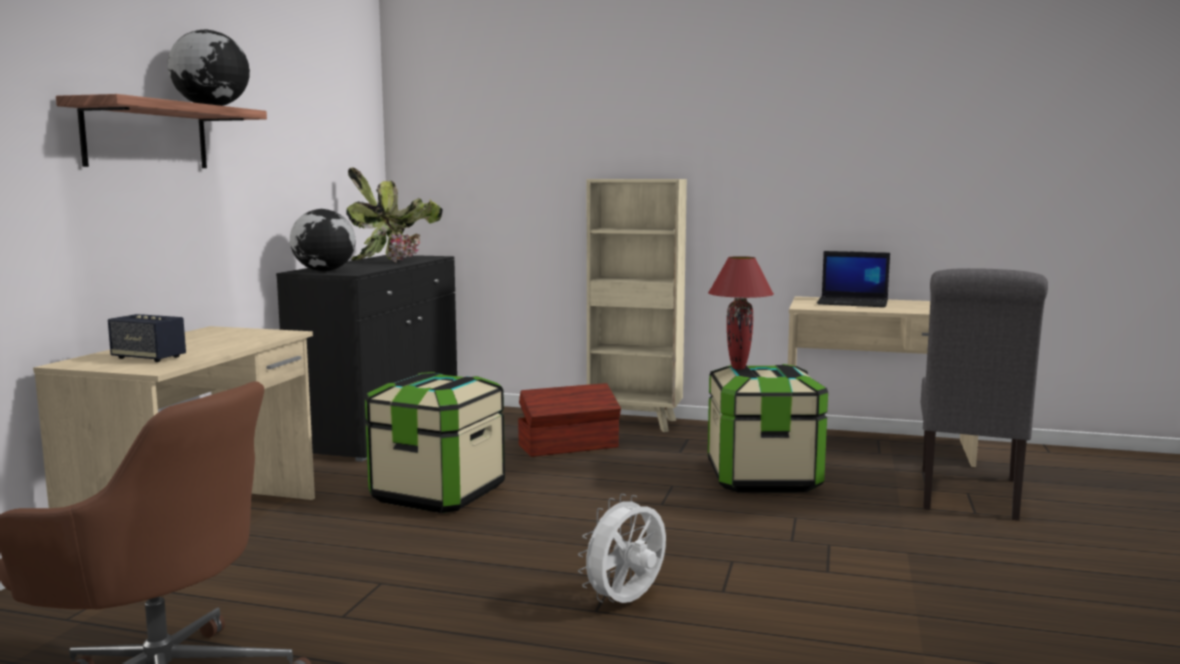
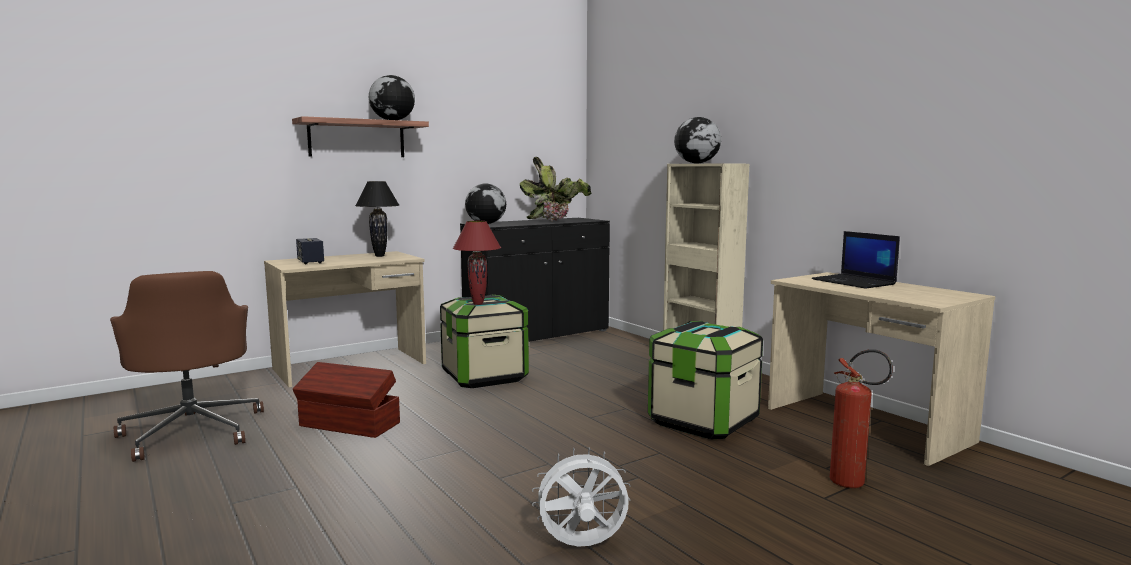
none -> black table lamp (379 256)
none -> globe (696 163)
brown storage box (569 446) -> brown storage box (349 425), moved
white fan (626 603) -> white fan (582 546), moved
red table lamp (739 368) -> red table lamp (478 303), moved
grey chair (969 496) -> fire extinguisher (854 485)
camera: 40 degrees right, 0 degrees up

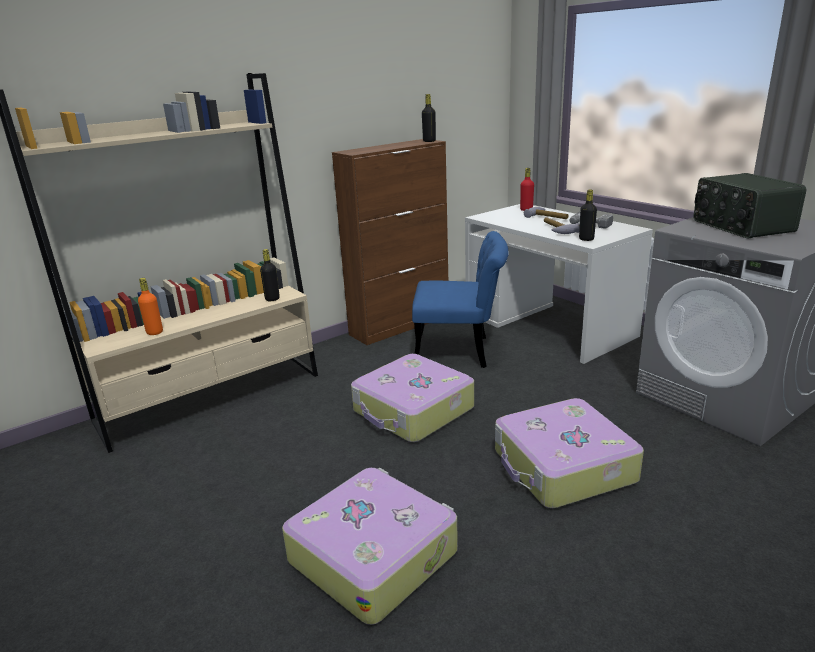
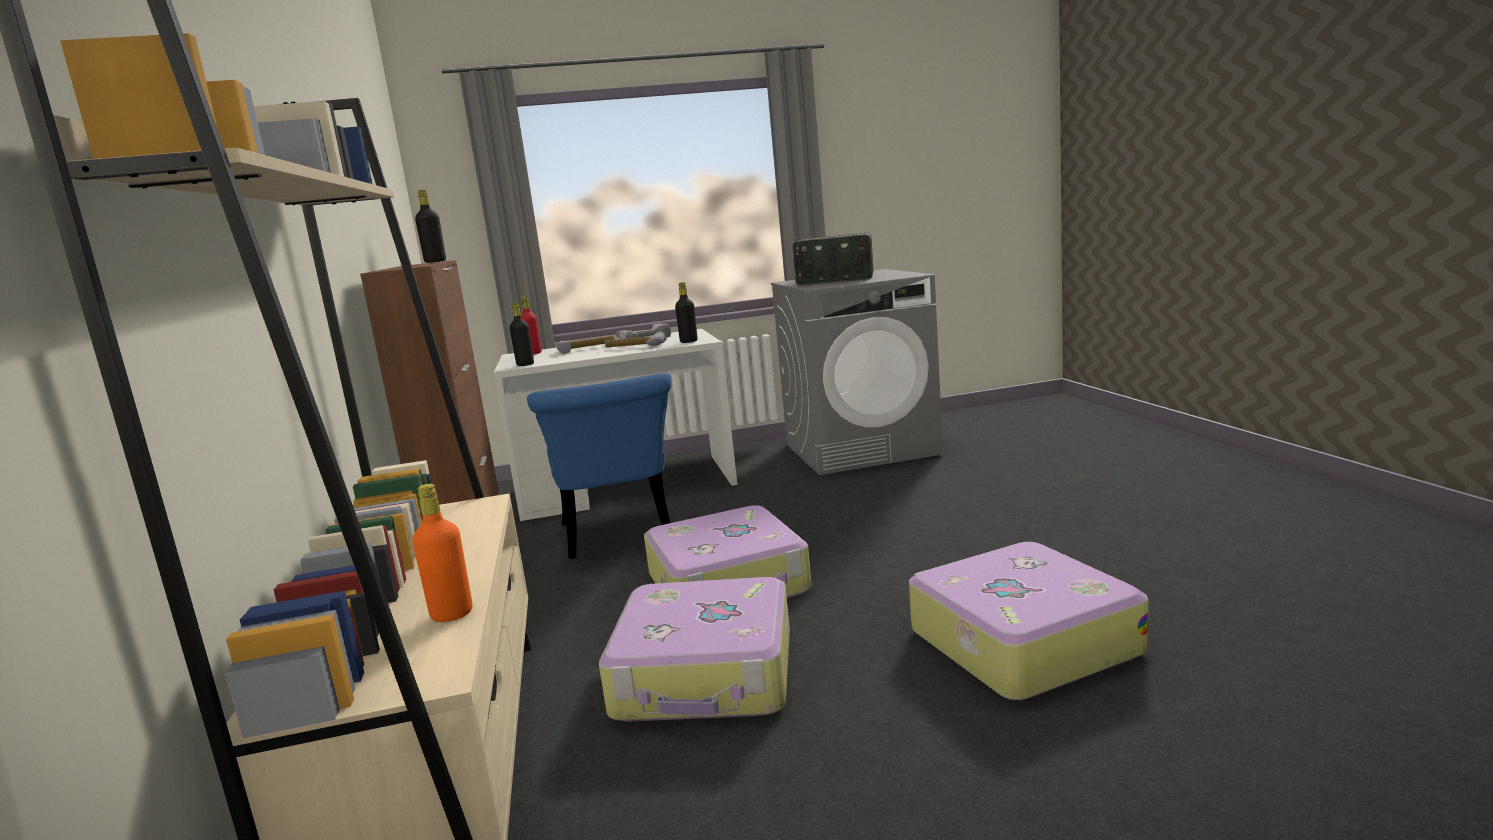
black bottle (272 299) -> black bottle (525 364), moved
suitcase (563 467) -> suitcase (706 674), moved
blue chair (461 352) -> blue chair (619 537), 135 degrees clockwise
camera: 65 degrees left, 10 degrees down

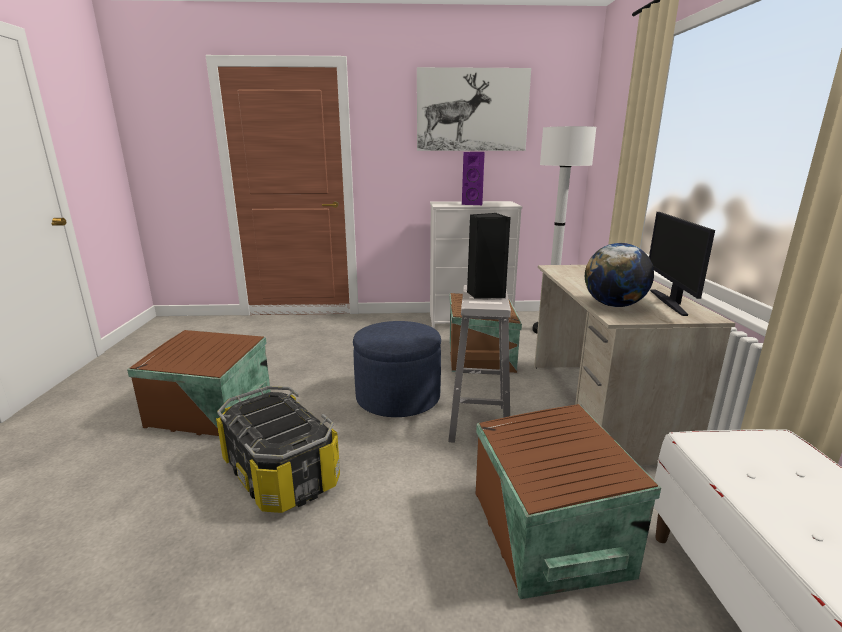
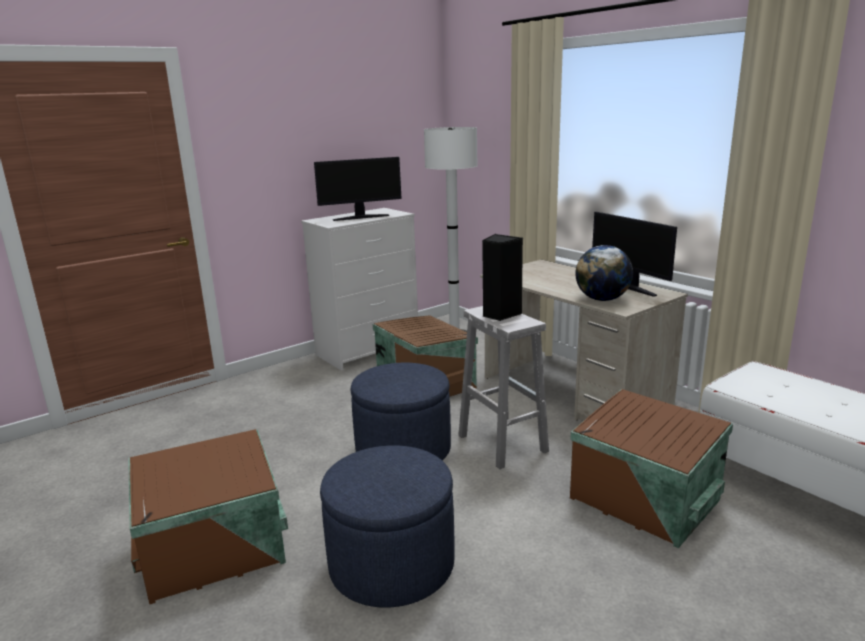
picture (472 110) -> none
storage box (280 473) -> blue ottoman (392 564)
purple speaker (473 204) -> monitor (360 217)
camera: 35 degrees left, 0 degrees up

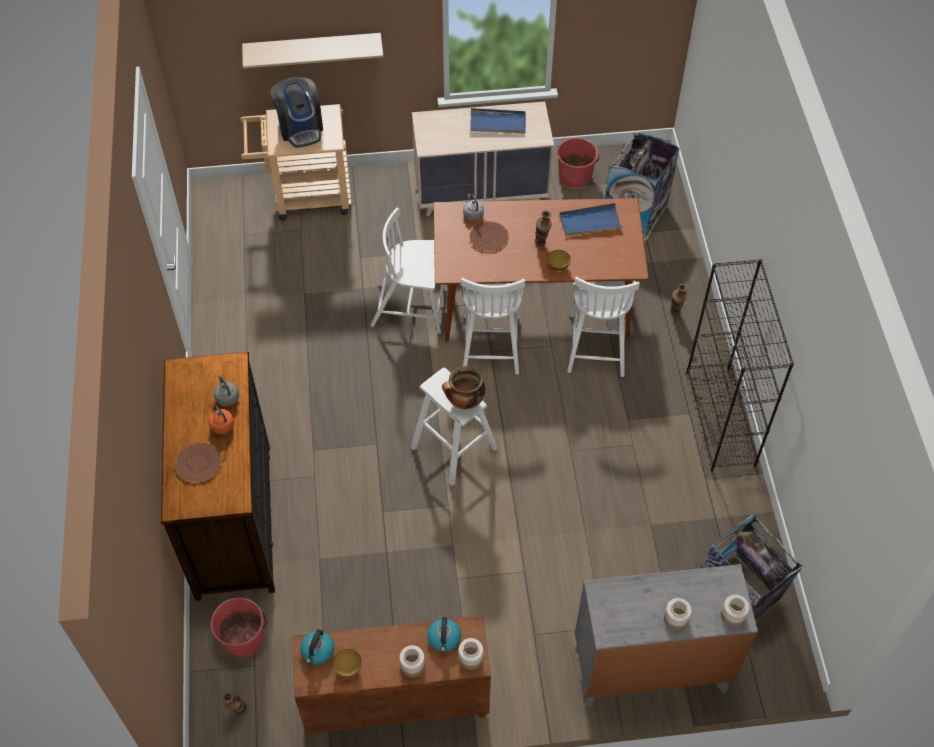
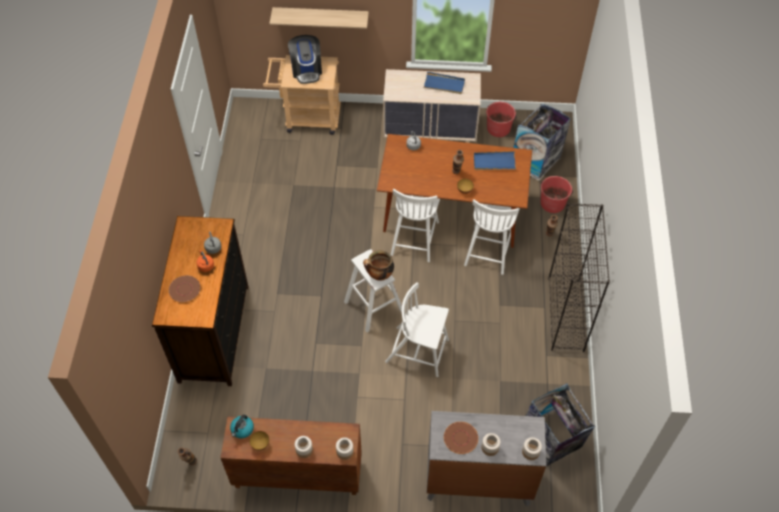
kettle (444 639) -> none
red bucket (243 637) -> red bucket (552 203), moved
white chair (411 308) -> white chair (418 351), moved
brown plate (488 237) -> brown plate (460 438), moved
camera: 10 degrees right, 0 degrees up

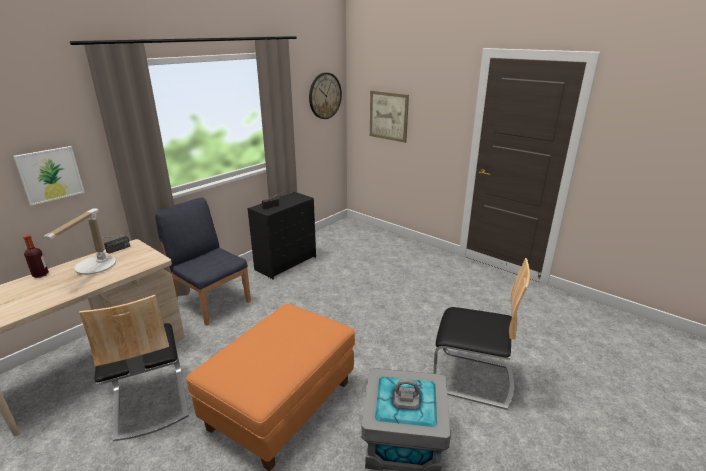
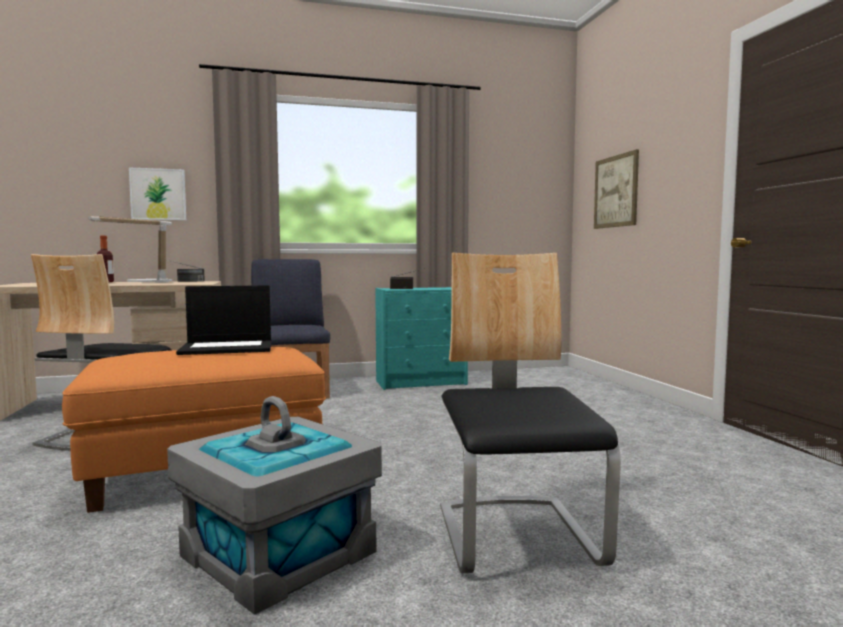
wall clock (325 96) -> none
none -> laptop (228 348)
black dresser (286 263) -> turquoise dresser (422 382)
chair (473 378) -> chair (518 536), 150 degrees counterclockwise
camera: 35 degrees right, 20 degrees down

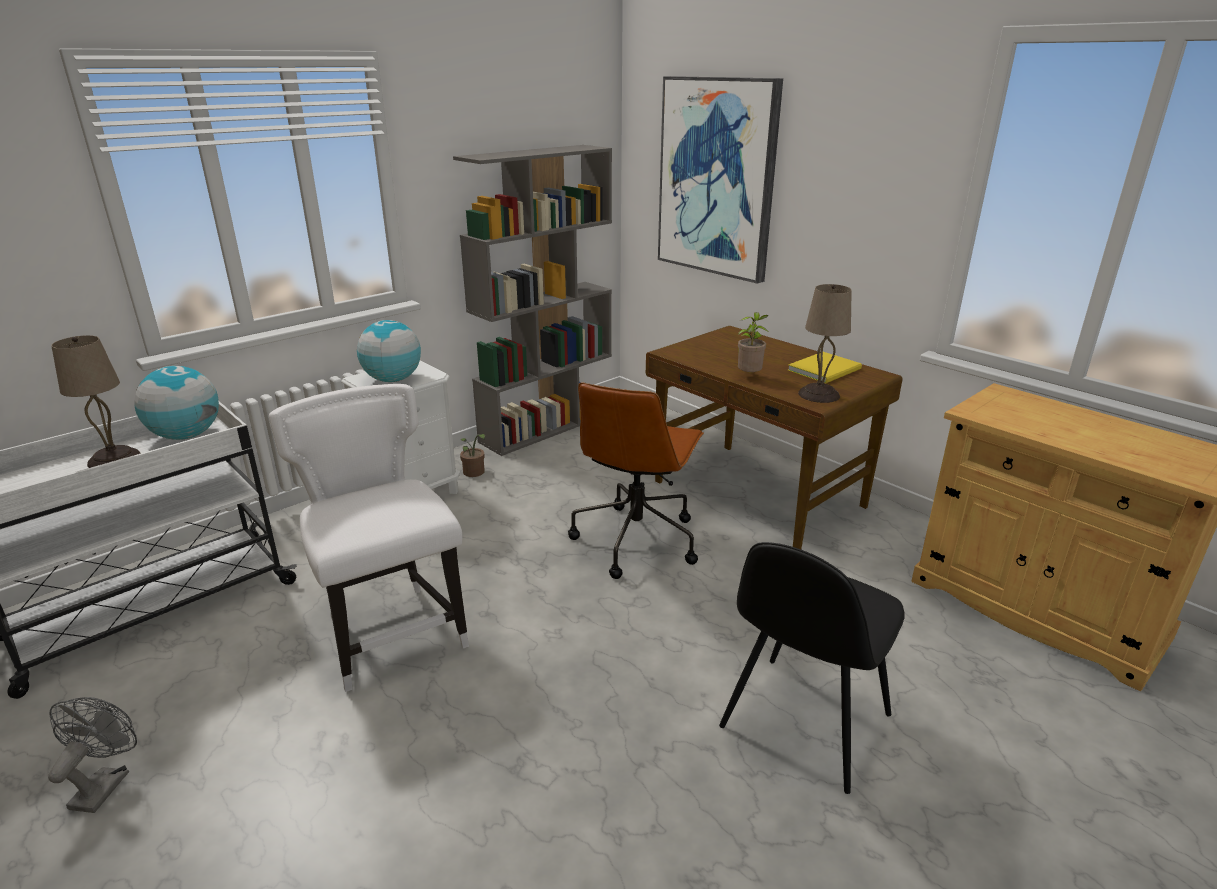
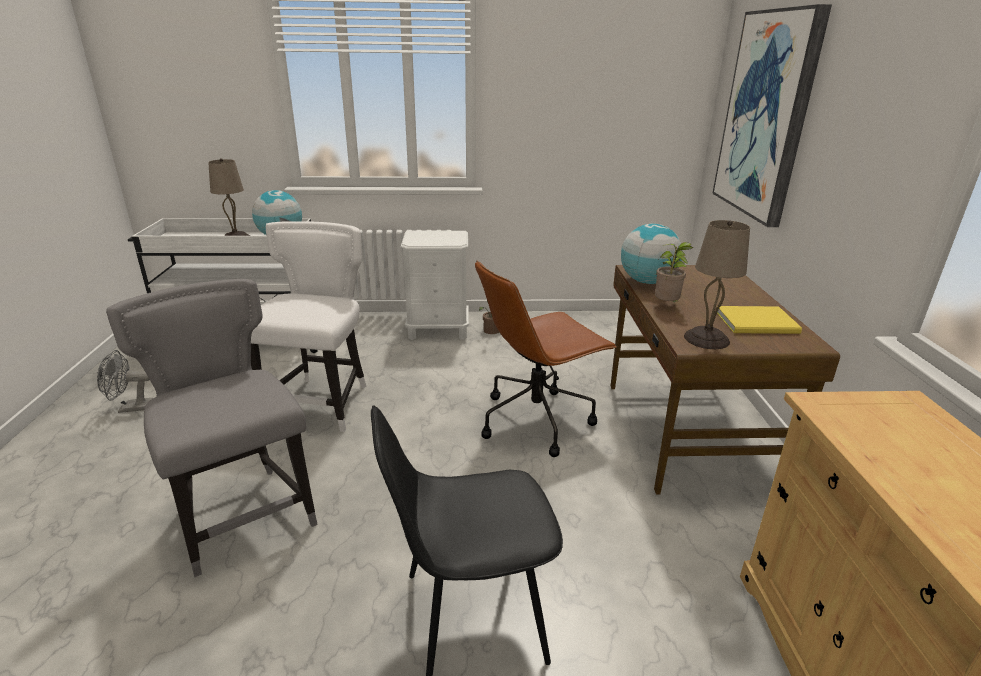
grey bookcase (547 427) -> none
none -> grey chair (244 514)
globe (393 380) -> globe (647 282), moved
grey fan (105 783) -> grey fan (130 408), 150 degrees counterclockwise
camera: 40 degrees right, 0 degrees up

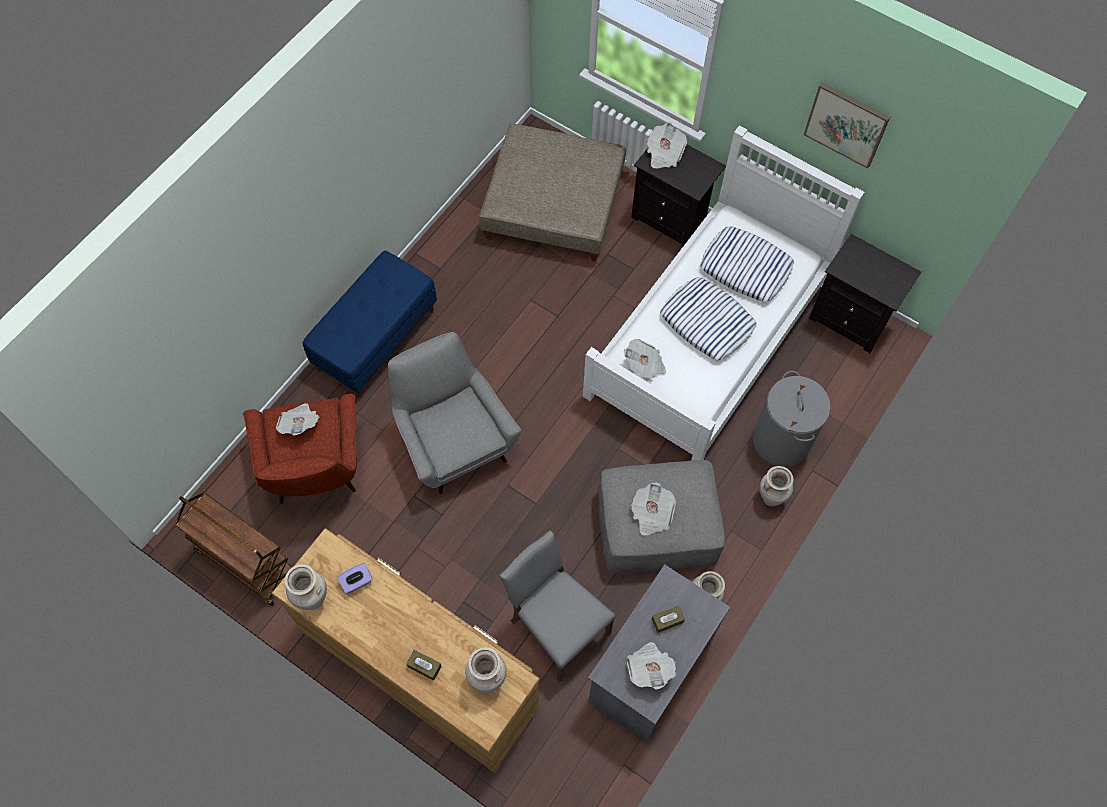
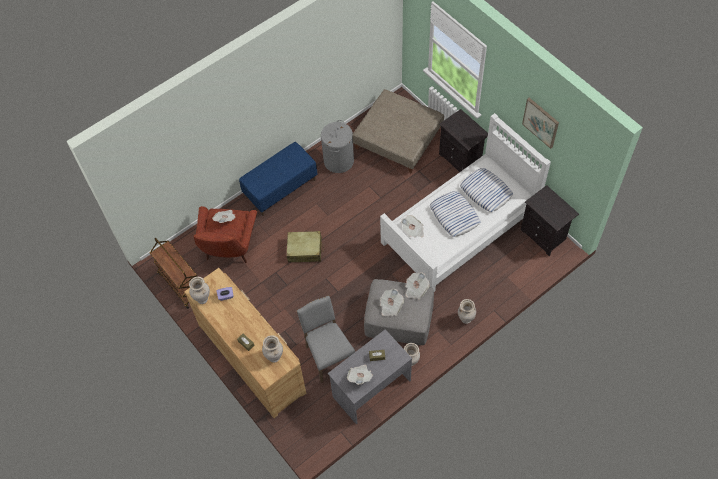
newspaper (664 154) -> newspaper (416 289), moved
grey laundry basket (782 440) -> grey laundry basket (339 161), moved
grey armchair (454 442) -> beige suitcase (305 250)
camera: 20 degrees right, 5 degrees down

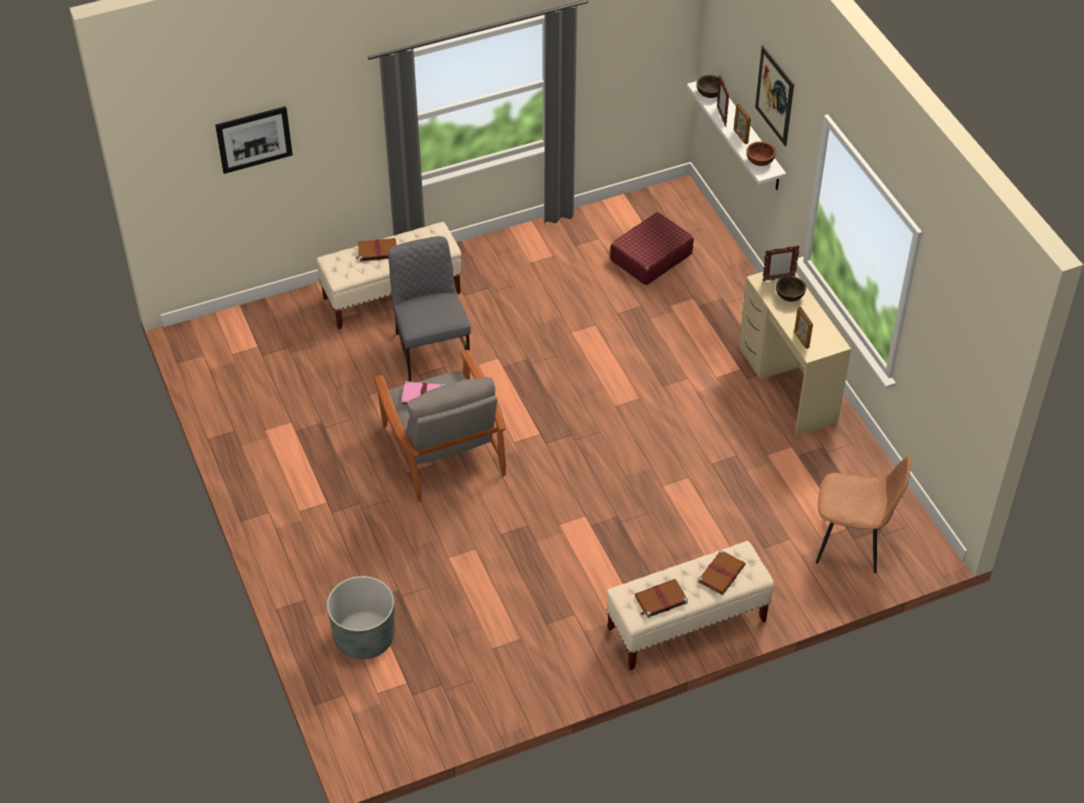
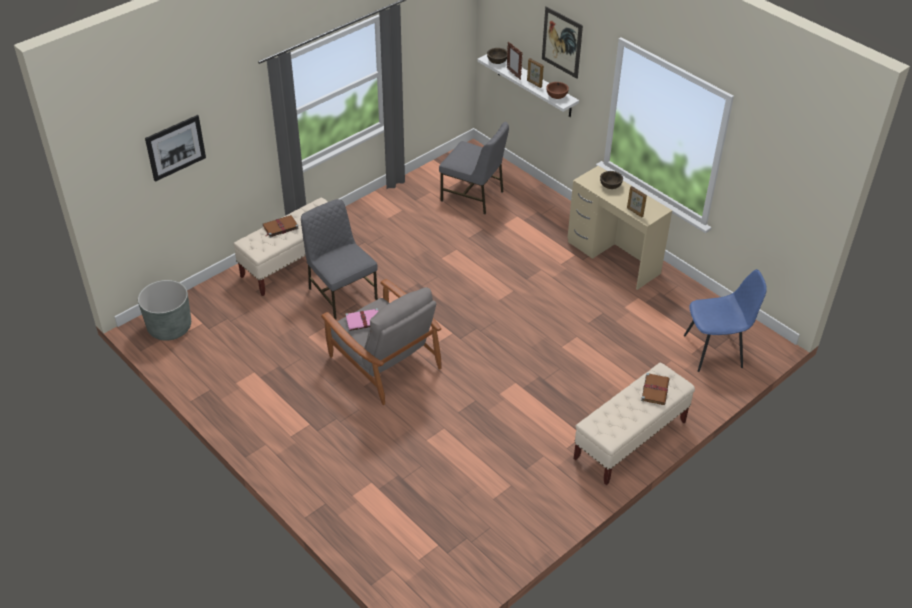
brown book (660 600) -> none
picture frame (778 278) -> none
grey planter (364 637) -> grey planter (170 327), moved
red suitcase (650 257) -> grey chair (473 196)
brown chair (852 542) -> blue chair (714 351)
camera: 20 degrees left, 5 degrees down

